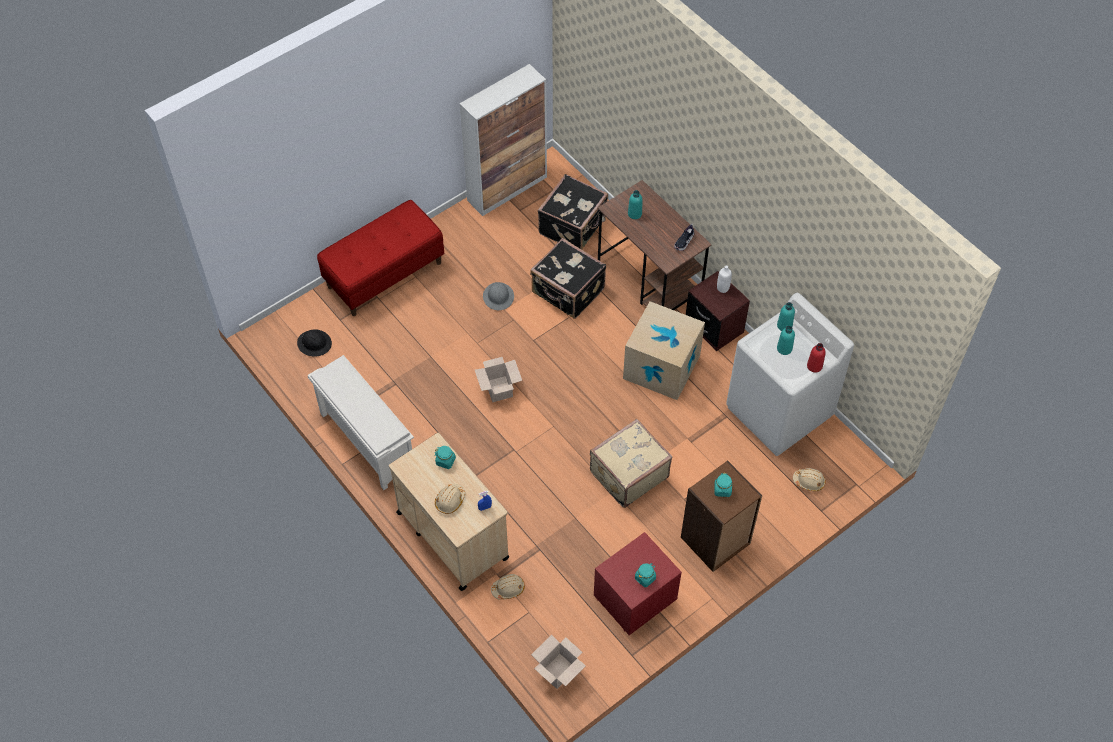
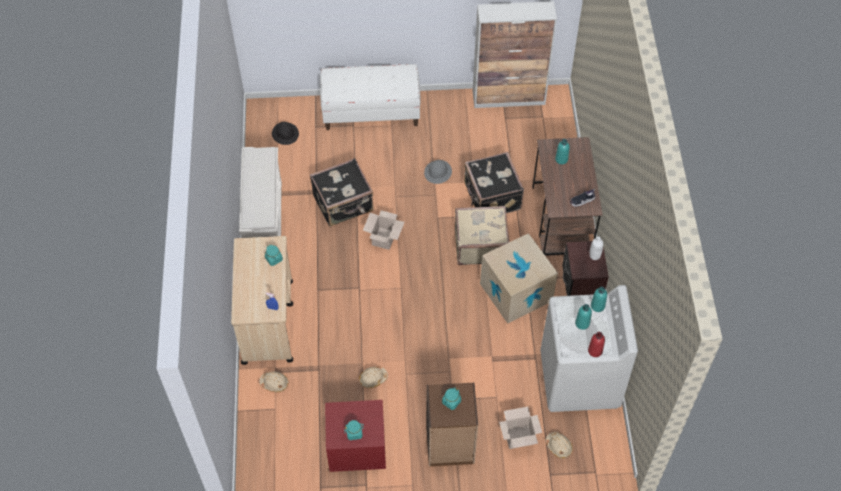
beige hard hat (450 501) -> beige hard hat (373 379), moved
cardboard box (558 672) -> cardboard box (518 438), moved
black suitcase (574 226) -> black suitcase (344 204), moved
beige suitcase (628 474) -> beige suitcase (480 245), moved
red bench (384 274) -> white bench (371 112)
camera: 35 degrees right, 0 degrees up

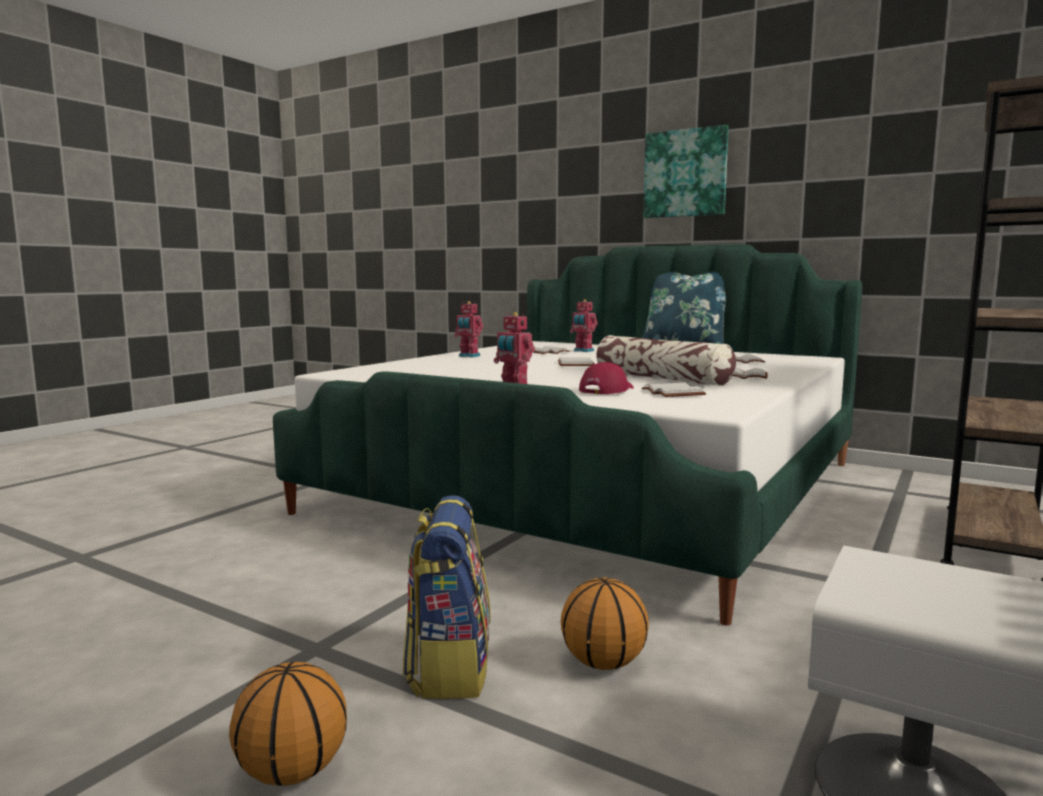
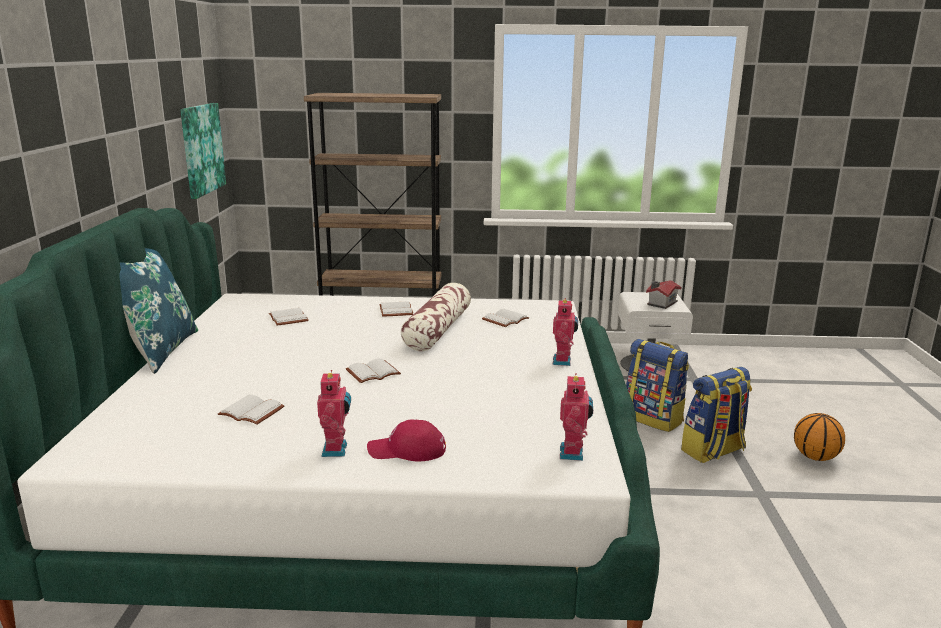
none -> toy house (661 303)
toy robot (583 351) -> toy robot (573 453), moved
red cap (607 390) -> red cap (407 450), moved
picture (685 173) -> picture (201 149), moved
basketball (603 663) -> backpack (653 418)
camera: 120 degrees left, 10 degrees up

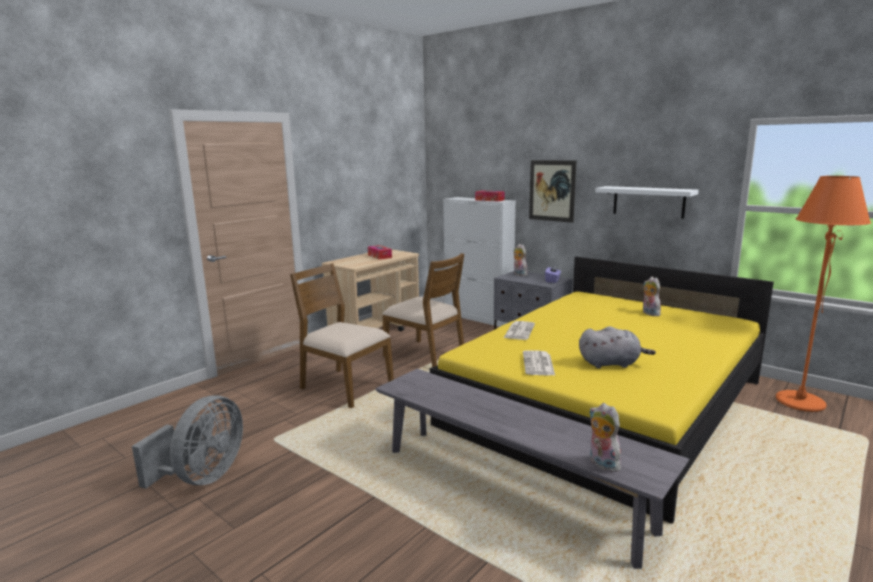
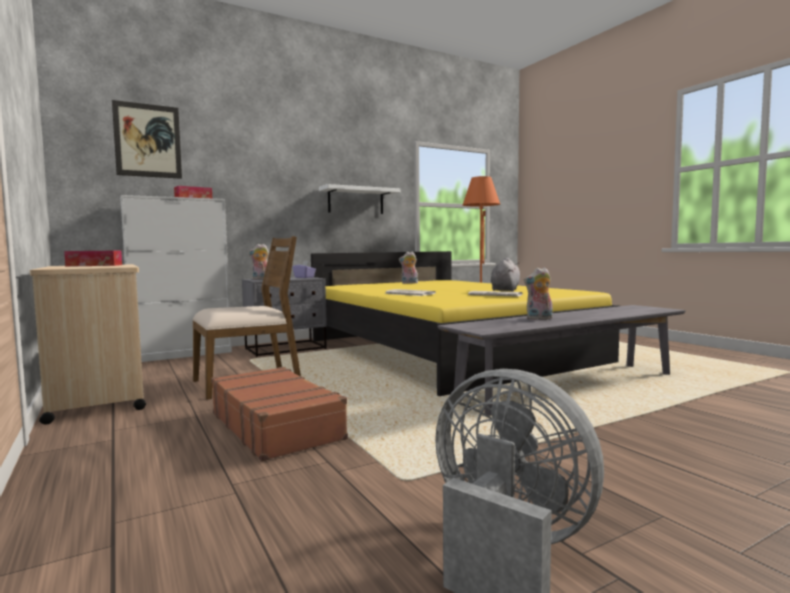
picture (552 190) -> picture (148 140), moved
plush toy (601 463) -> plush toy (539 319), moved
brown chair (345 387) -> brown suitcase (276 425)
camera: 70 degrees left, 10 degrees down

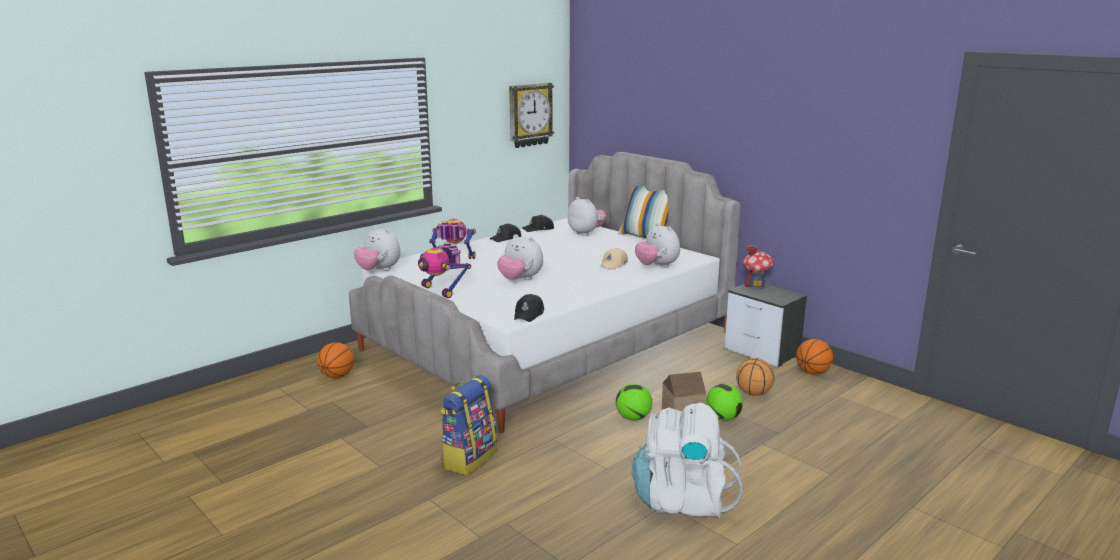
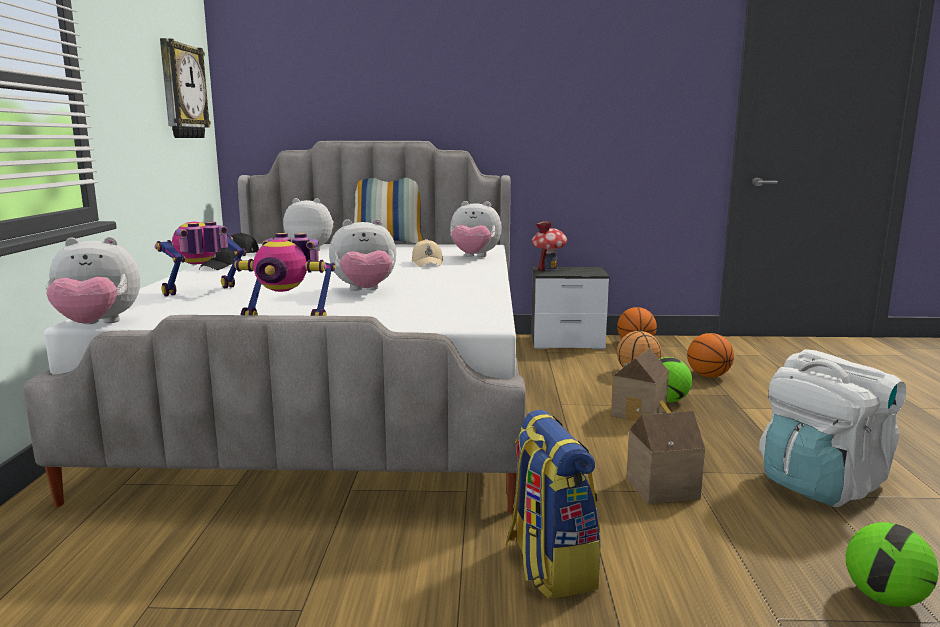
black cap (529 314) -> none
none -> toy house (660 487)
basketball (337 376) -> basketball (708 376), moved
football (633 418) -> football (884 598), moved
camera: 45 degrees left, 5 degrees down

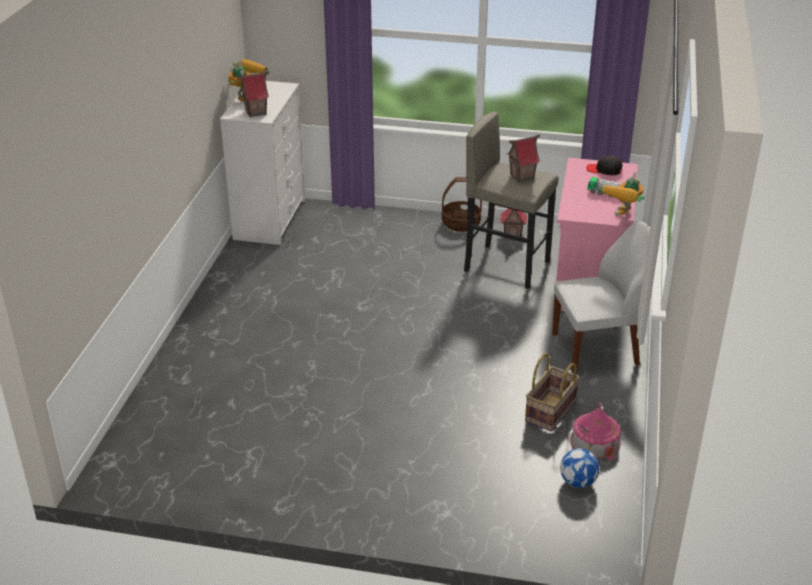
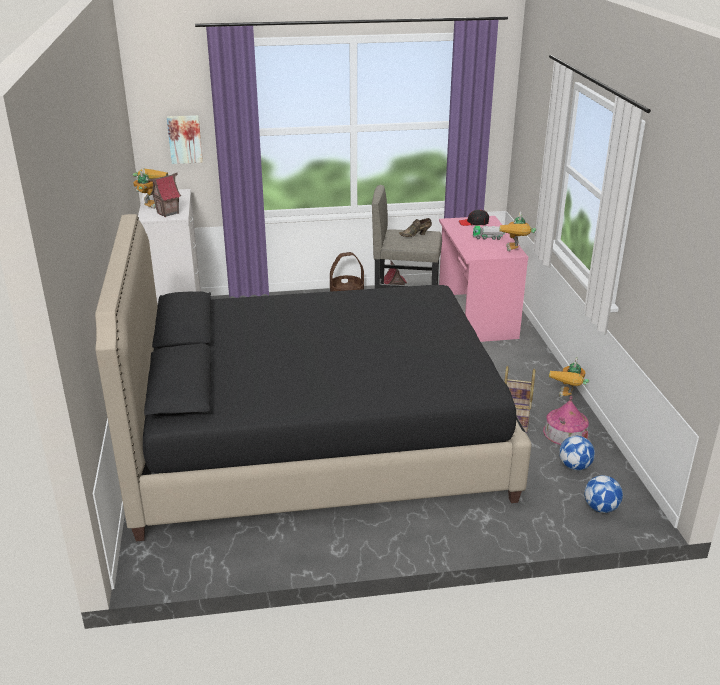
white chair (597 349) -> none
none -> black bed (317 441)
none -> picture (185 139)
none -> toy robot (568 398)
none -> football (600 508)
toy house (522 176) -> brown shoe (416 235)
camera: 20 degrees left, 5 degrees down

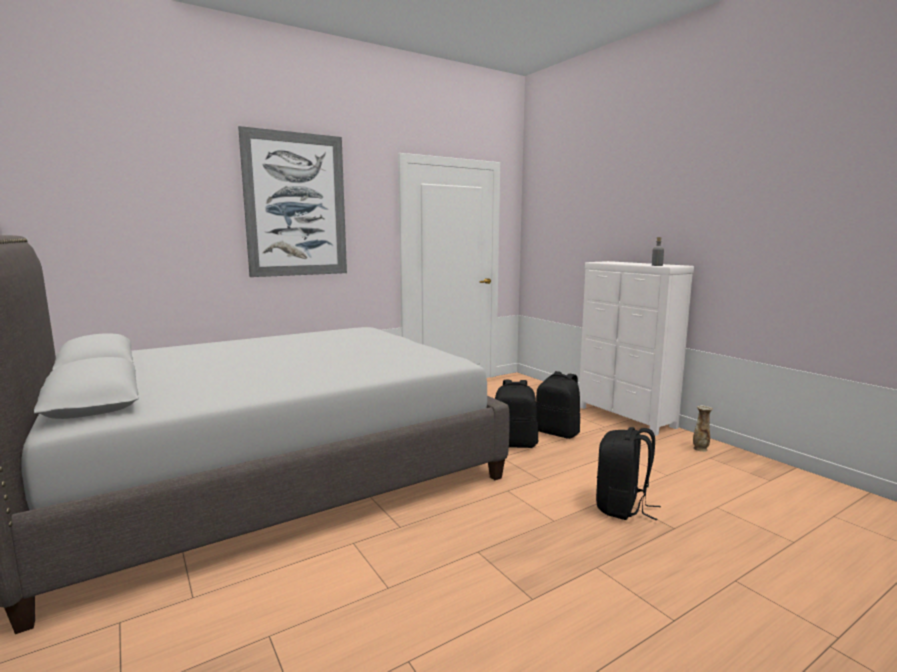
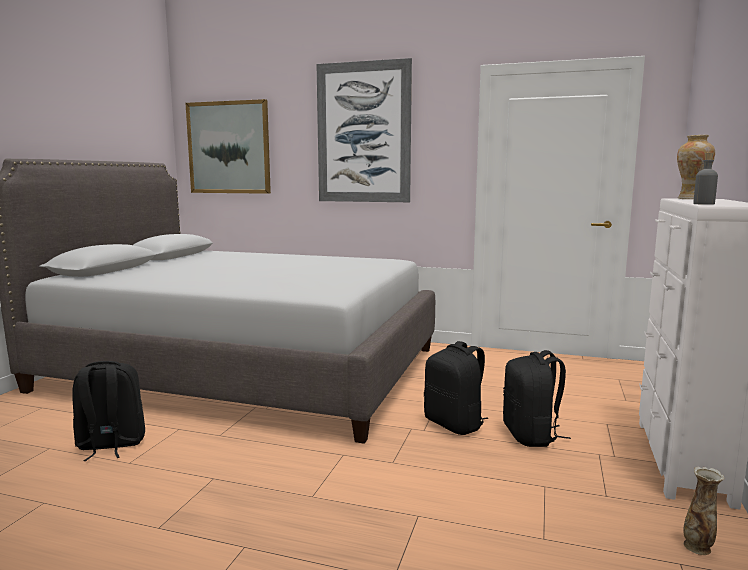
none -> picture (229 148)
none -> vase (691 199)
black backpack (622 507) -> black backpack (110 445), moved
camera: 50 degrees right, 0 degrees up

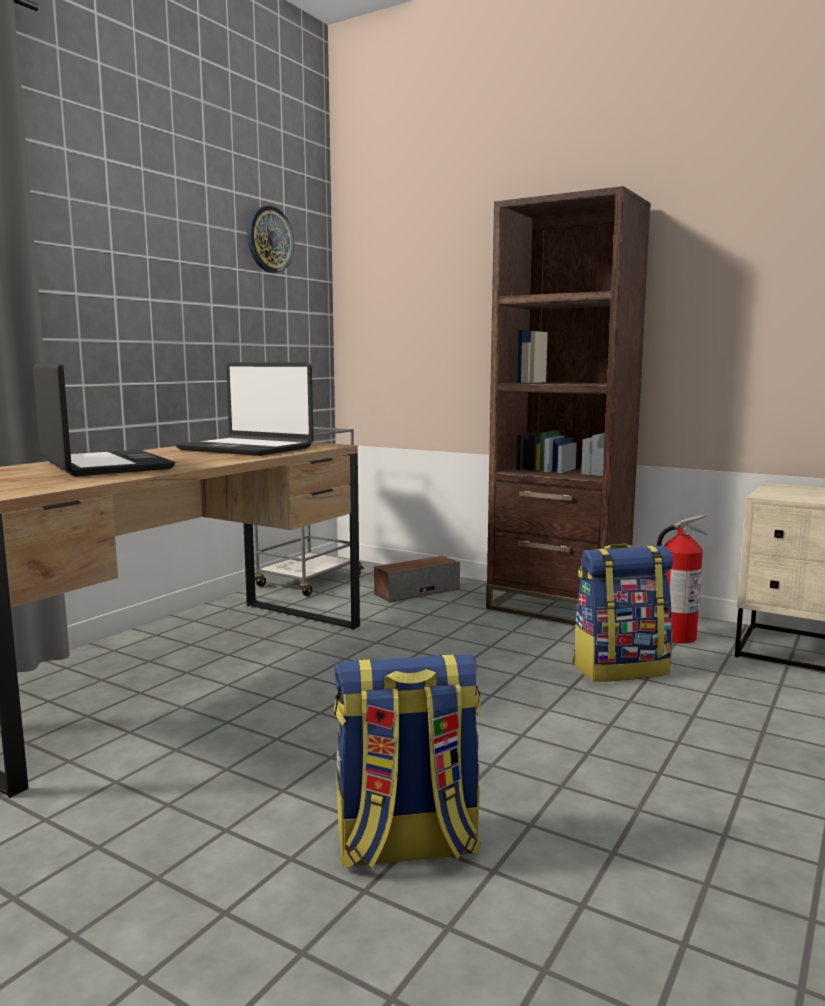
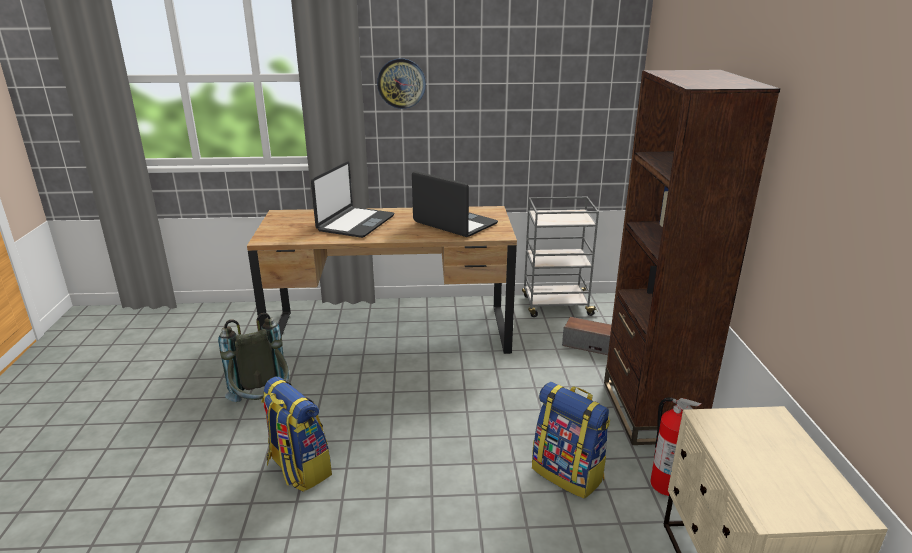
none -> grey backpack (263 405)
wall clock (269 239) -> wall clock (401 83), moved
laptop (246 448) -> laptop (454 224), 135 degrees clockwise
camera: 55 degrees right, 15 degrees up

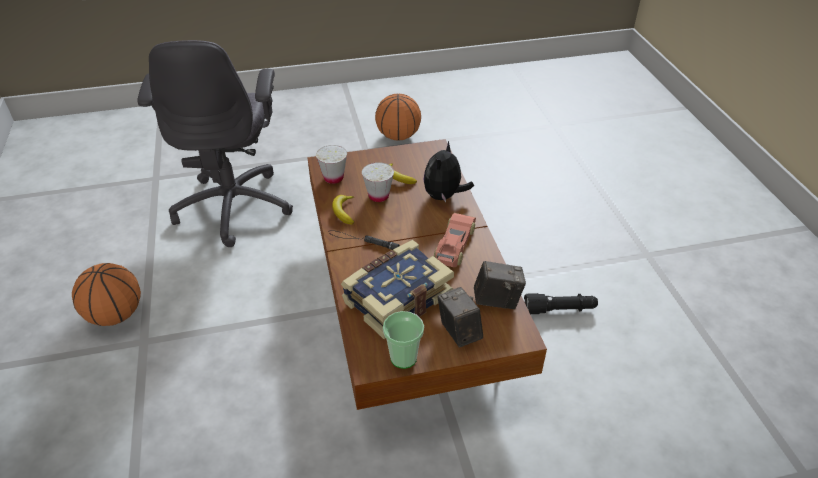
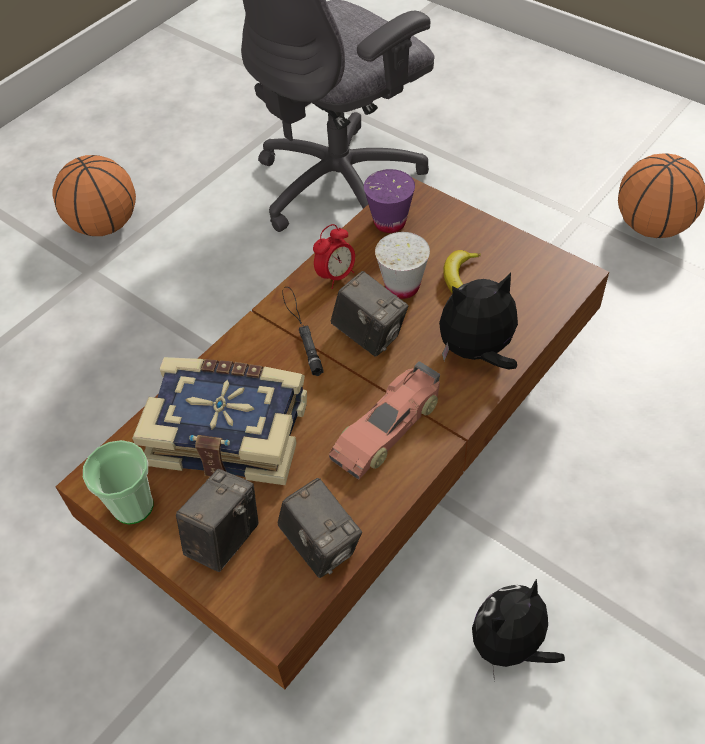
none -> photo camera (369 335)
banana (344 212) -> alarm clock (336 276)
black flashlight (559 310) -> plush toy (510 646)
white cup (333 178) -> purple cup (389 222)
toy car (454 245) -> toy car (388 428), 150 degrees clockwise
camera: 55 degrees right, 10 degrees up

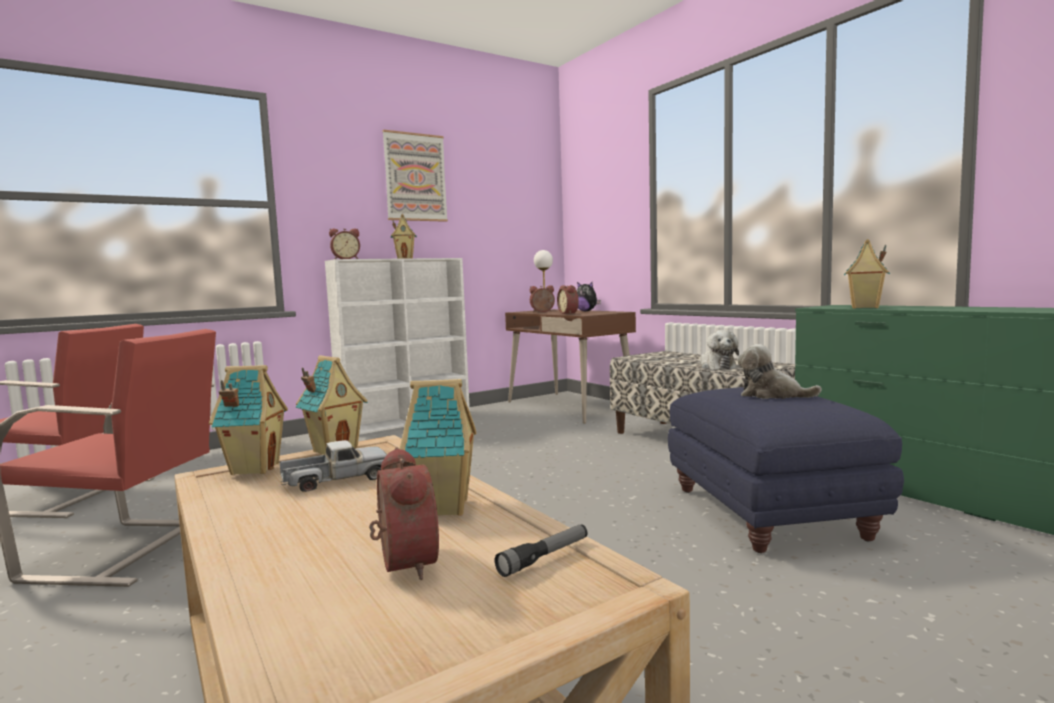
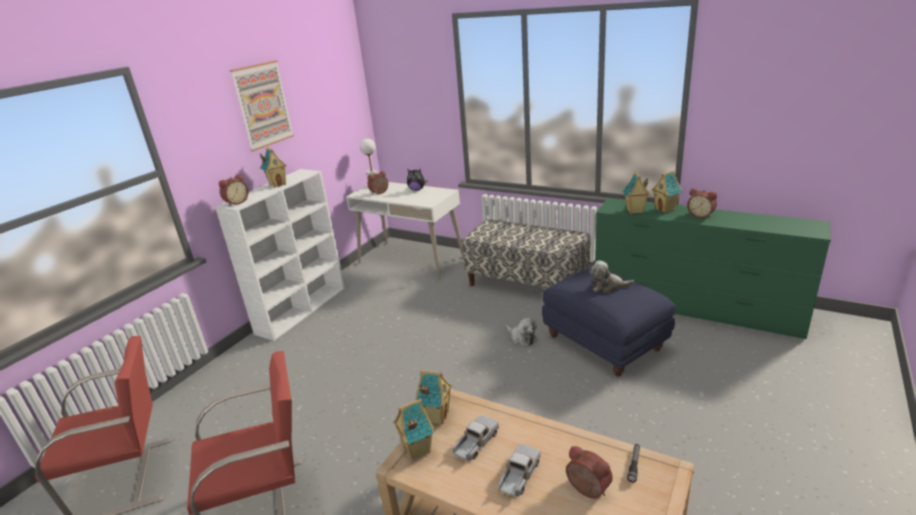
none -> toy truck (519 476)
toy house (445 508) -> toy house (665 209), moved
alarm clock (569 313) -> alarm clock (701 215), moved
plush toy (716 366) -> plush toy (522 338), moved
brown desk (569 407) -> white desk (411 260)
camera: 25 degrees left, 20 degrees up

